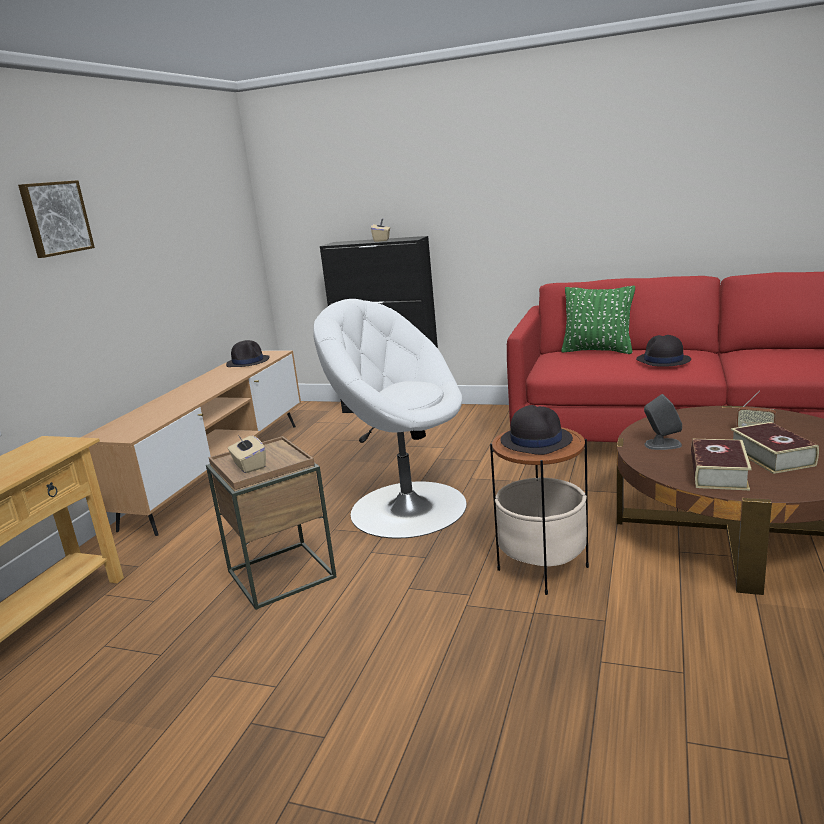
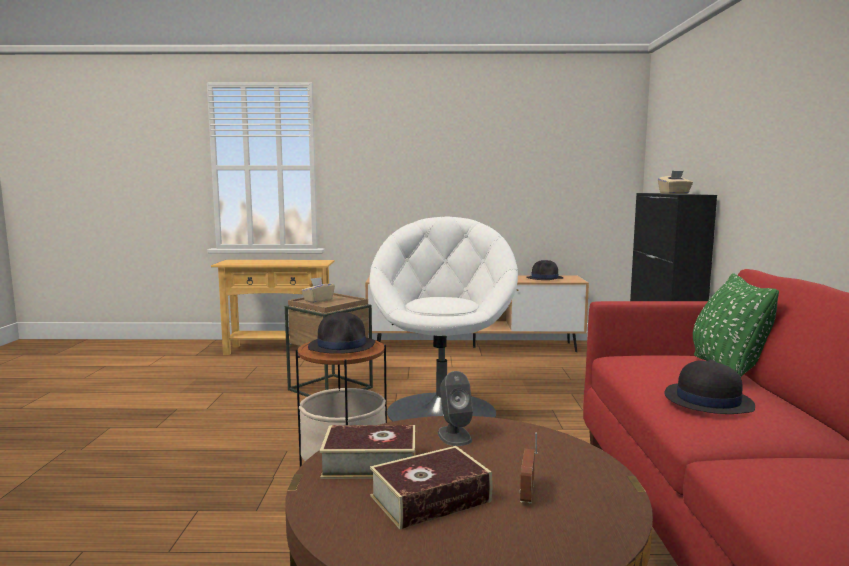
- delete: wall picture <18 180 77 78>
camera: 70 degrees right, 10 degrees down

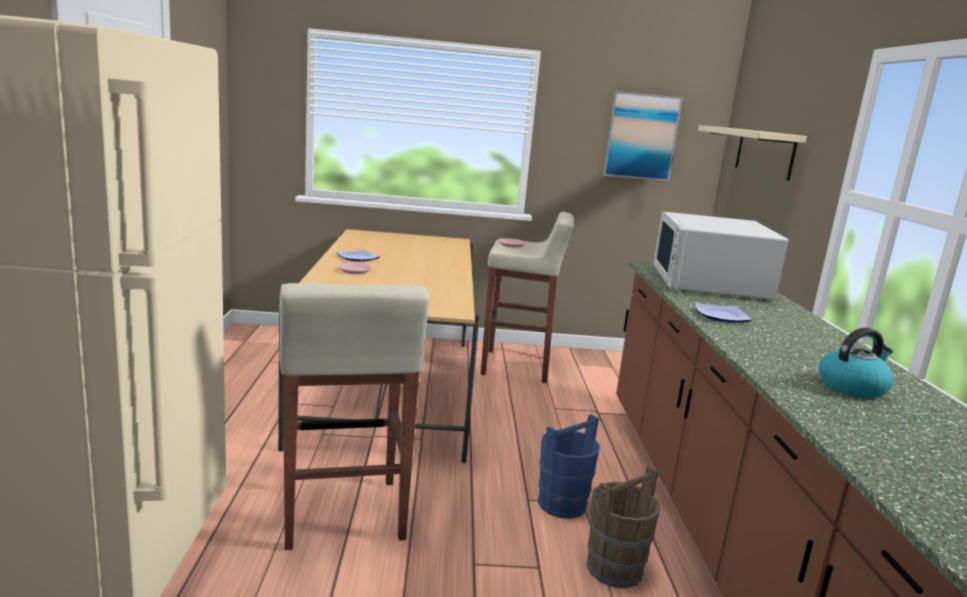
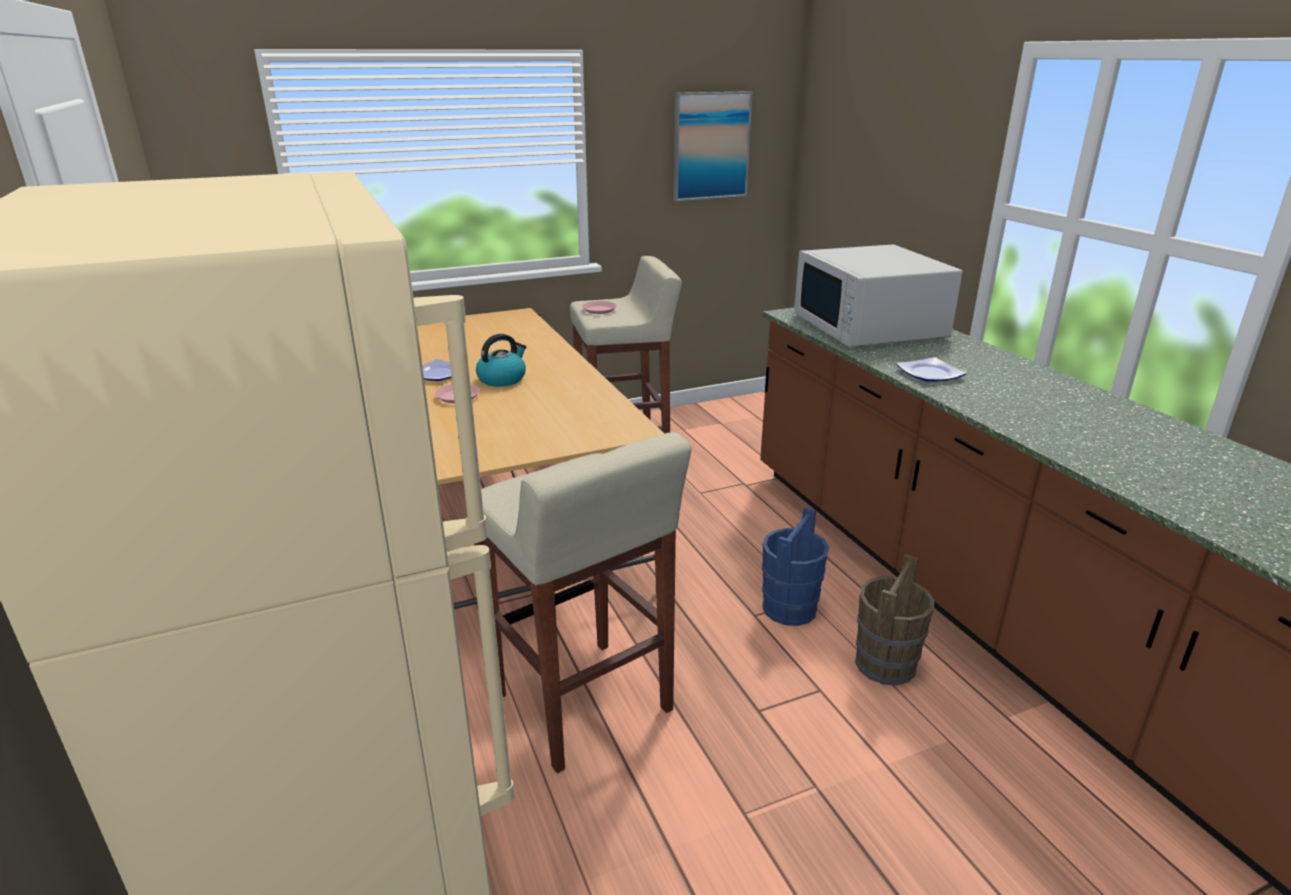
- delete: wall shelf/beige <698 125 109 56>
- move: tea kettle <819 328 74 70> to <476 334 50 53>
camera: 20 degrees left, 10 degrees up

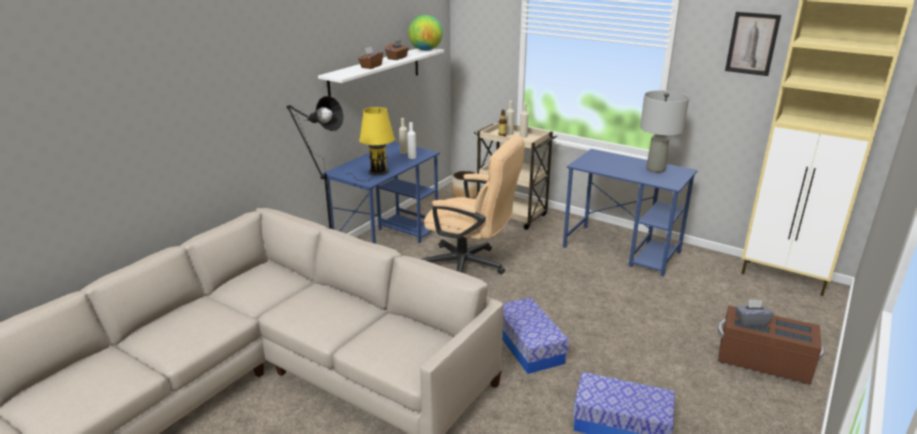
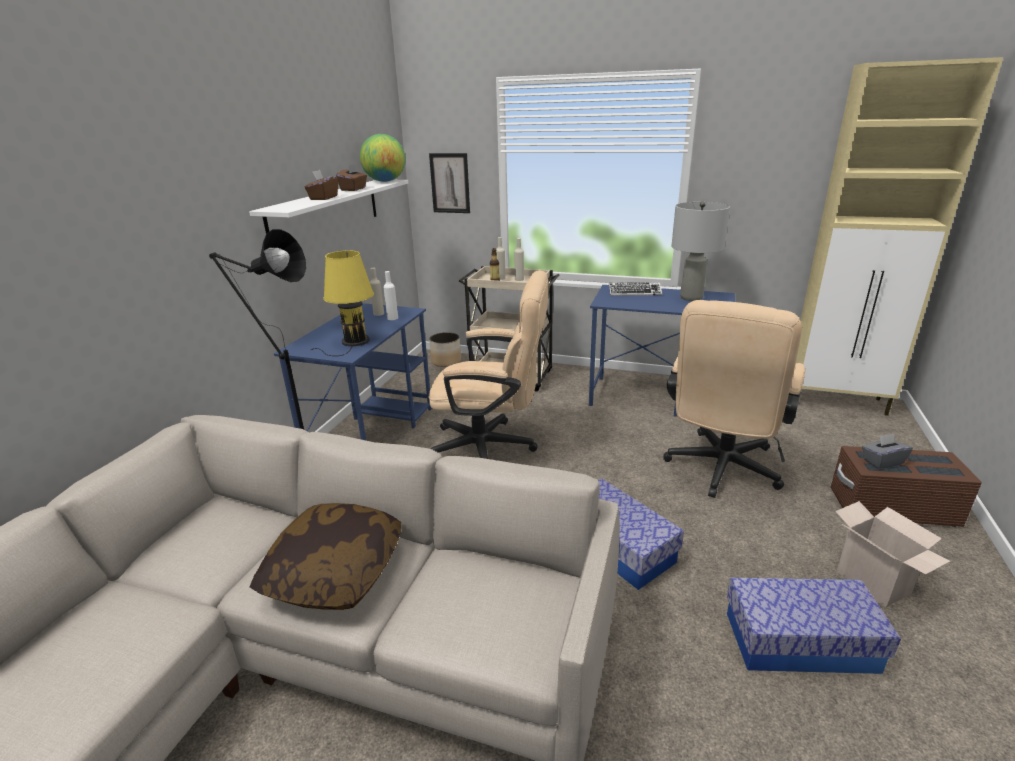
- move: wall picture <725 12 56 64> to <429 153 41 60>
- insert: cushion <250 503 151 107>
- insert: keyboard <609 282 53 14>
- insert: office chair/beige <663 300 142 198>
- insert: carton <835 501 116 106>
camera: 15 degrees left, 0 degrees up

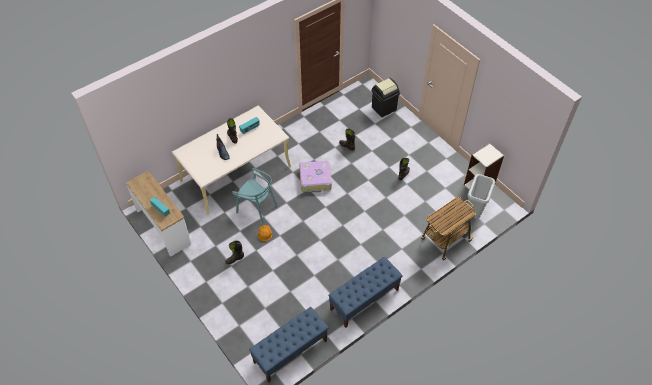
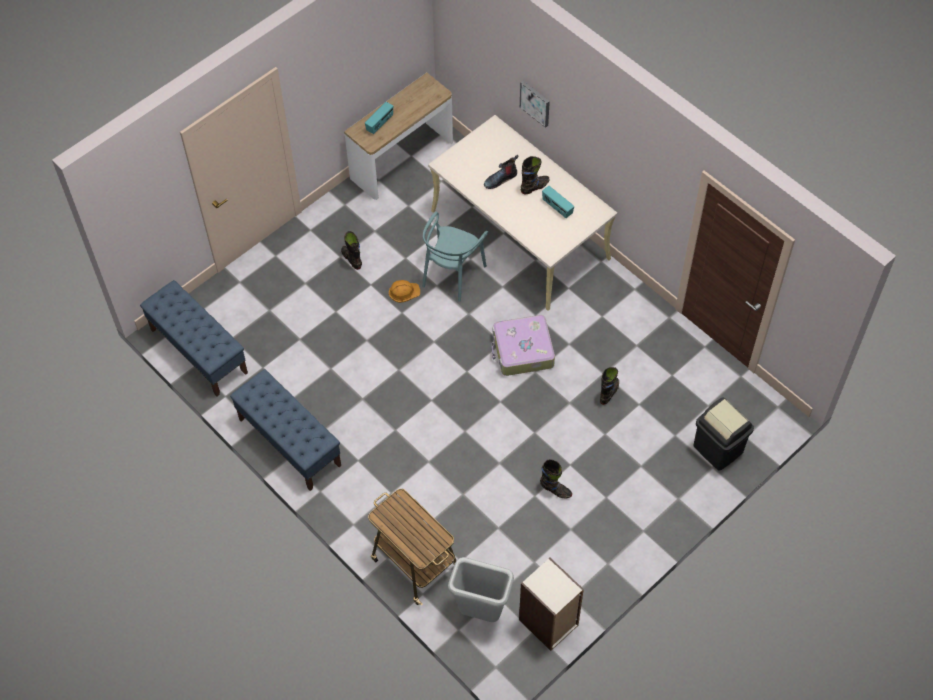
- insert: wall picture <520 81 30 47>
camera: 85 degrees right, 5 degrees up

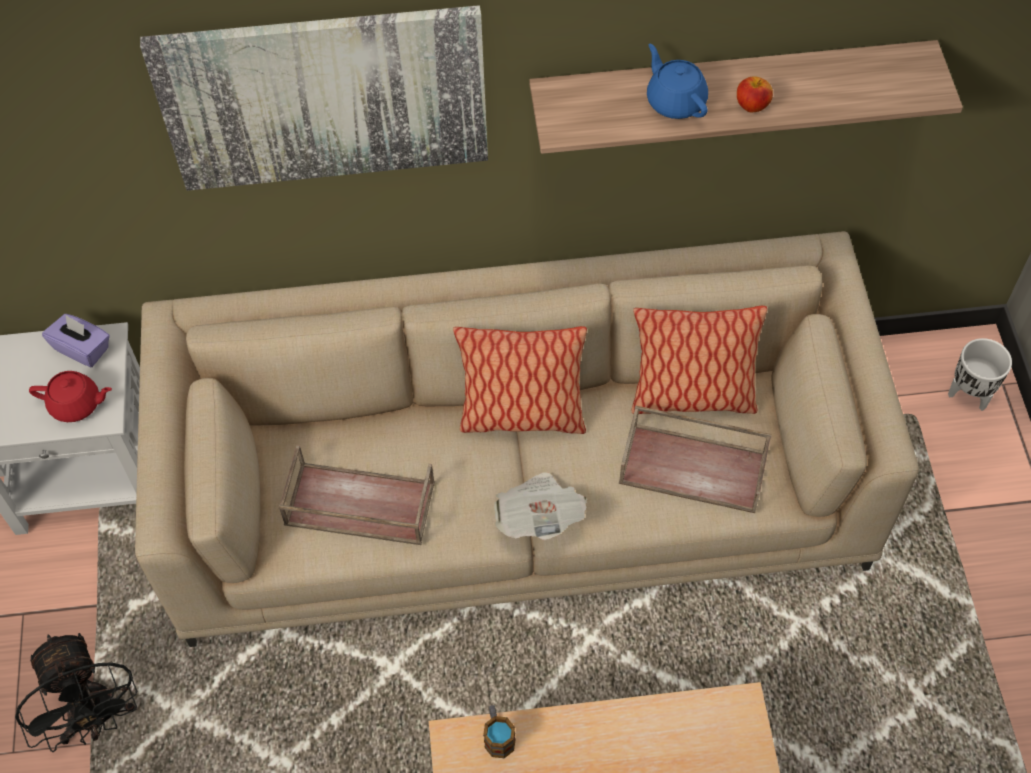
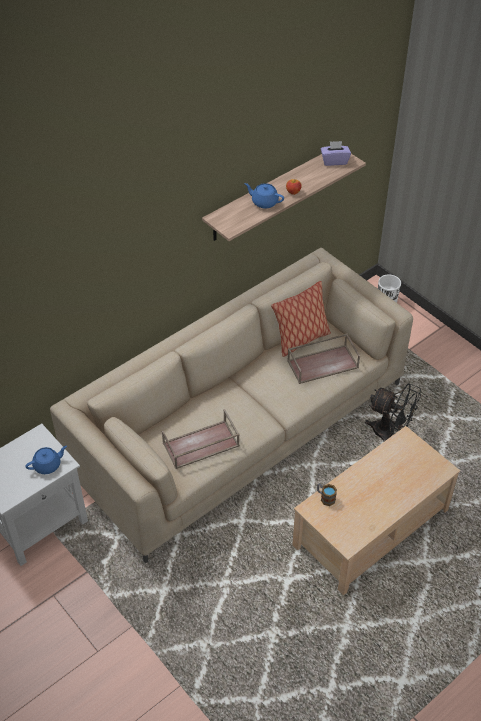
- move: electric fan/black <15 633 122 119> to <365 383 56 58>
- recolor: pot for tea/reddish <29 371 83 51> to pot for tea/bluish <25 445 42 29>
- move: box of tissues/purple-coloured <42 314 68 53> to <321 141 30 25>
- delete: wall picture <140 5 348 186>
- delete: cushion <453 326 134 108>
- delete: newspaper <494 472 93 68>
camera: 35 degrees left, 10 degrees down

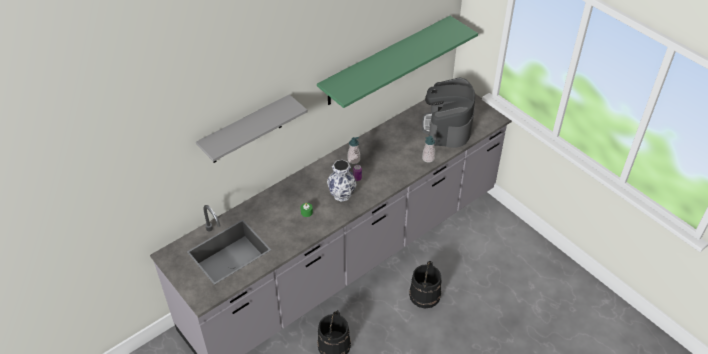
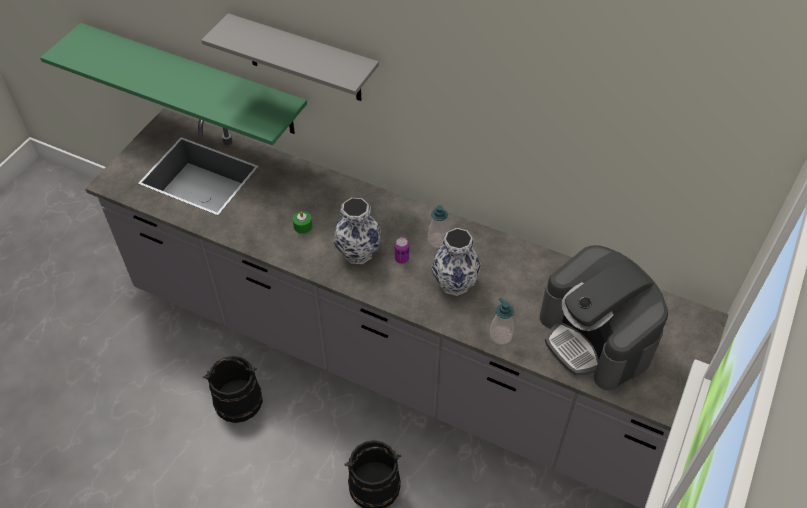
- move: wall shelf/green <317 16 161 92> to <40 23 267 122>
- rotate: coffee brewer <422 77 53 71> = <540 245 128 146> 105 degrees counterclockwise
- insert: decorative vase <431 228 51 68>
camera: 65 degrees right, 5 degrees up

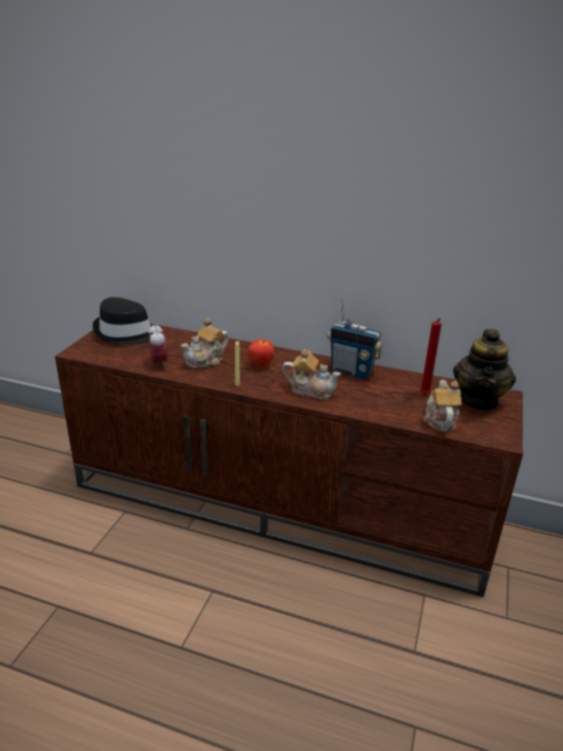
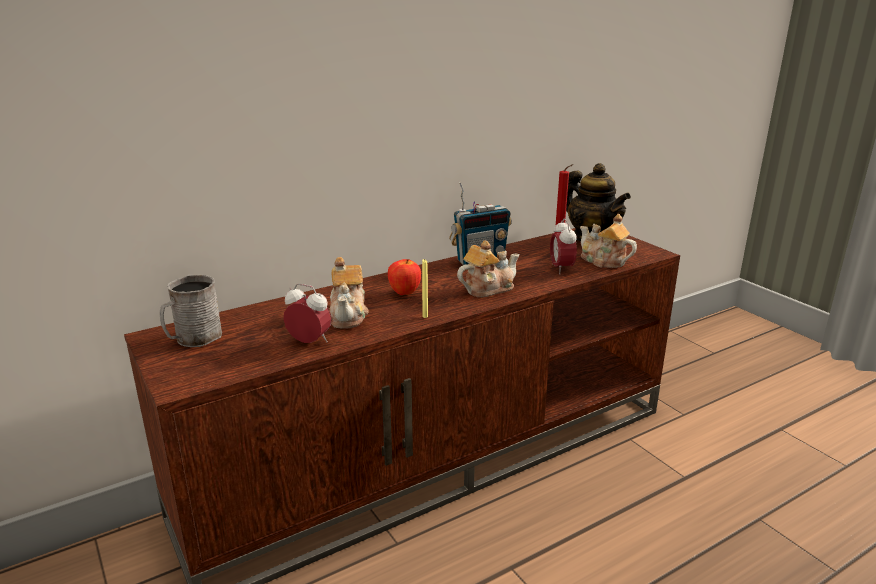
- replace: hat/black <92 297 68 48> to tea mug/grey <160 275 62 72>
- insert: alarm clock <550 218 27 56>
camera: 50 degrees left, 5 degrees down

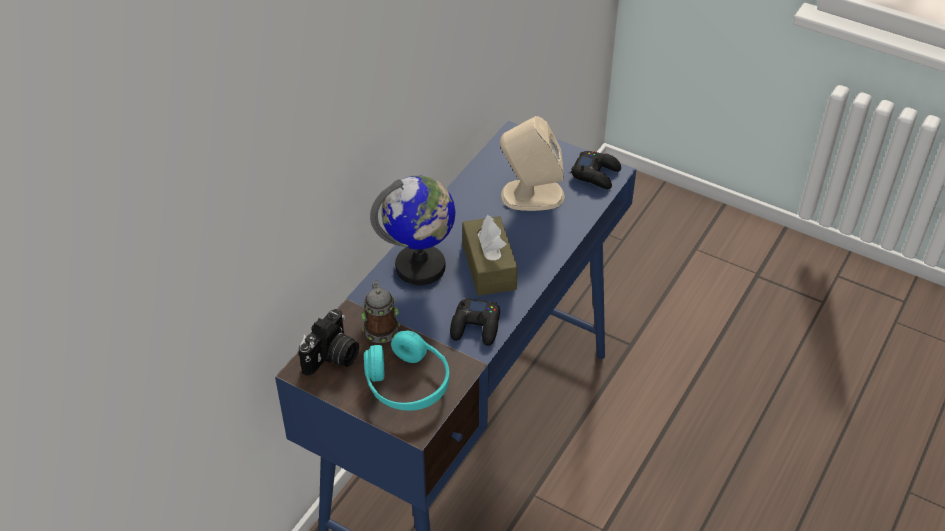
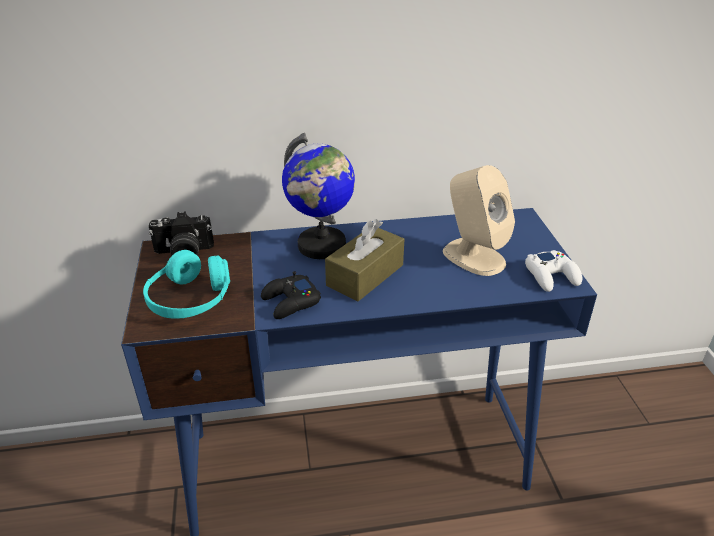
- delete: tea mug <361 281 39 62>
- recolor: joypad/black <571 151 50 38> to joypad/white <525 250 57 42>
camera: 50 degrees right, 10 degrees down

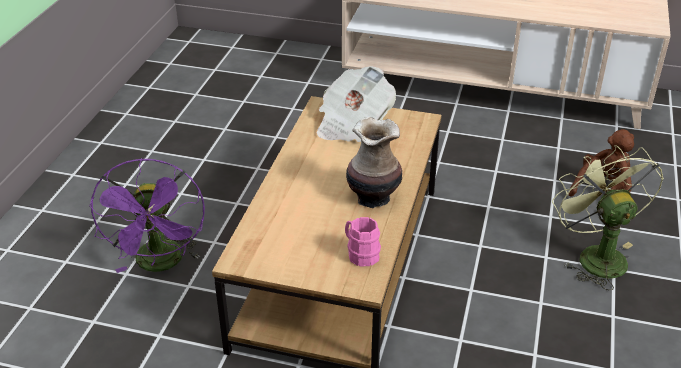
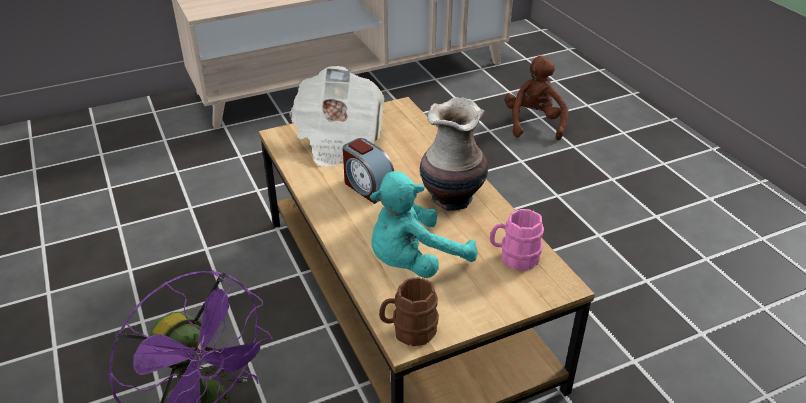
- delete: electric fan/green <552 145 112 145>
- insert: alarm clock <343 138 51 66>
- insert: soft toy/blue-green <370 171 108 107>
- insert: tea mug/brown <379 277 60 69>
camera: 40 degrees left, 0 degrees up

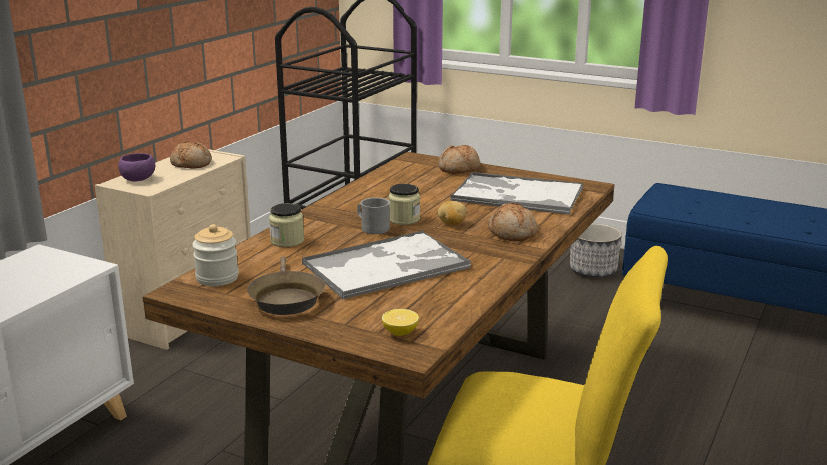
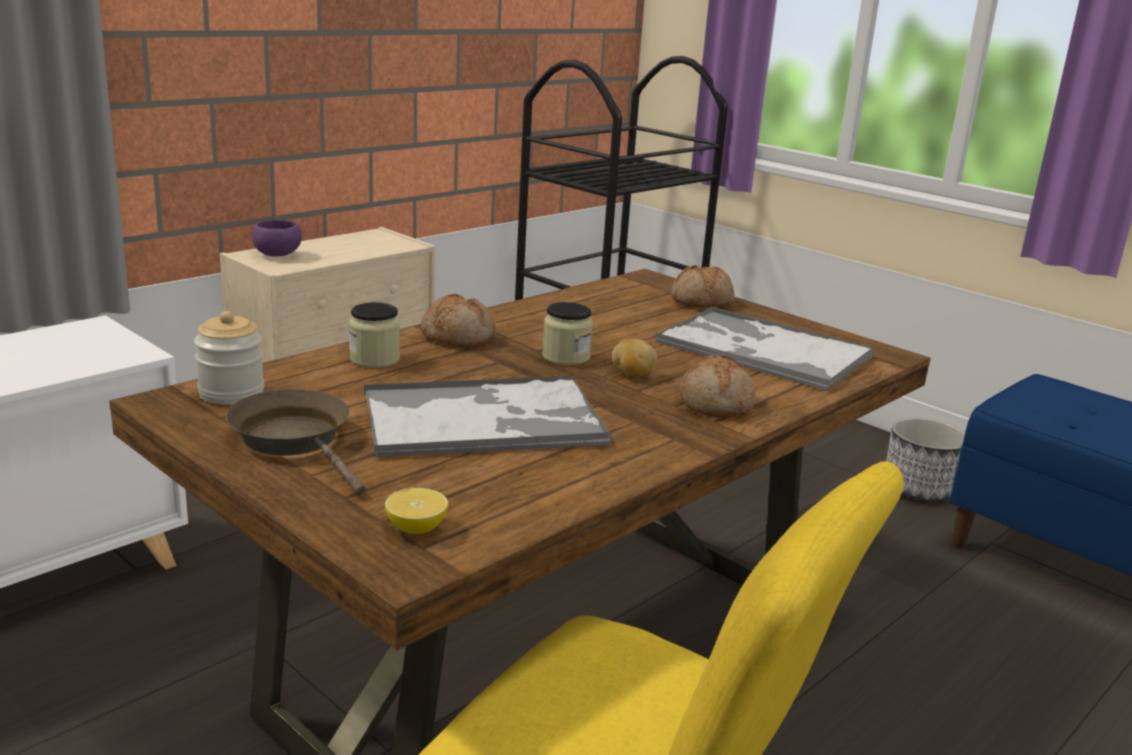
- move: bakery bread <170 141 42 28> to <421 294 74 53>
- rotate: pan/brown <247 257 78 58> = <226 389 140 105> 135 degrees clockwise
- delete: tea mug/grey <357 197 33 37>
camera: 15 degrees right, 0 degrees up

